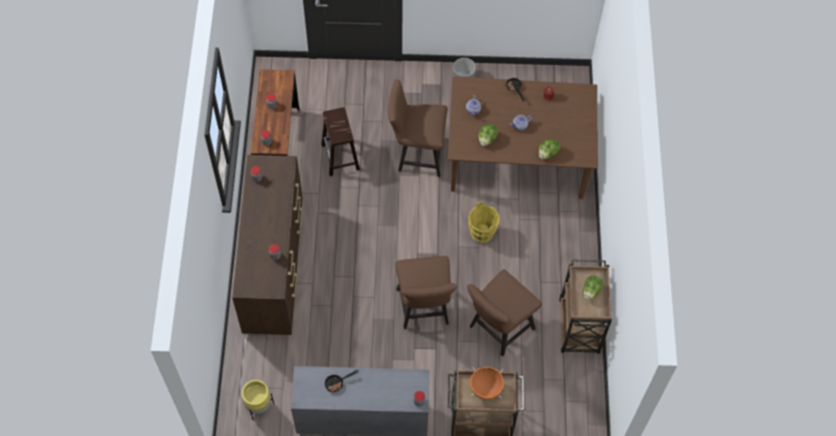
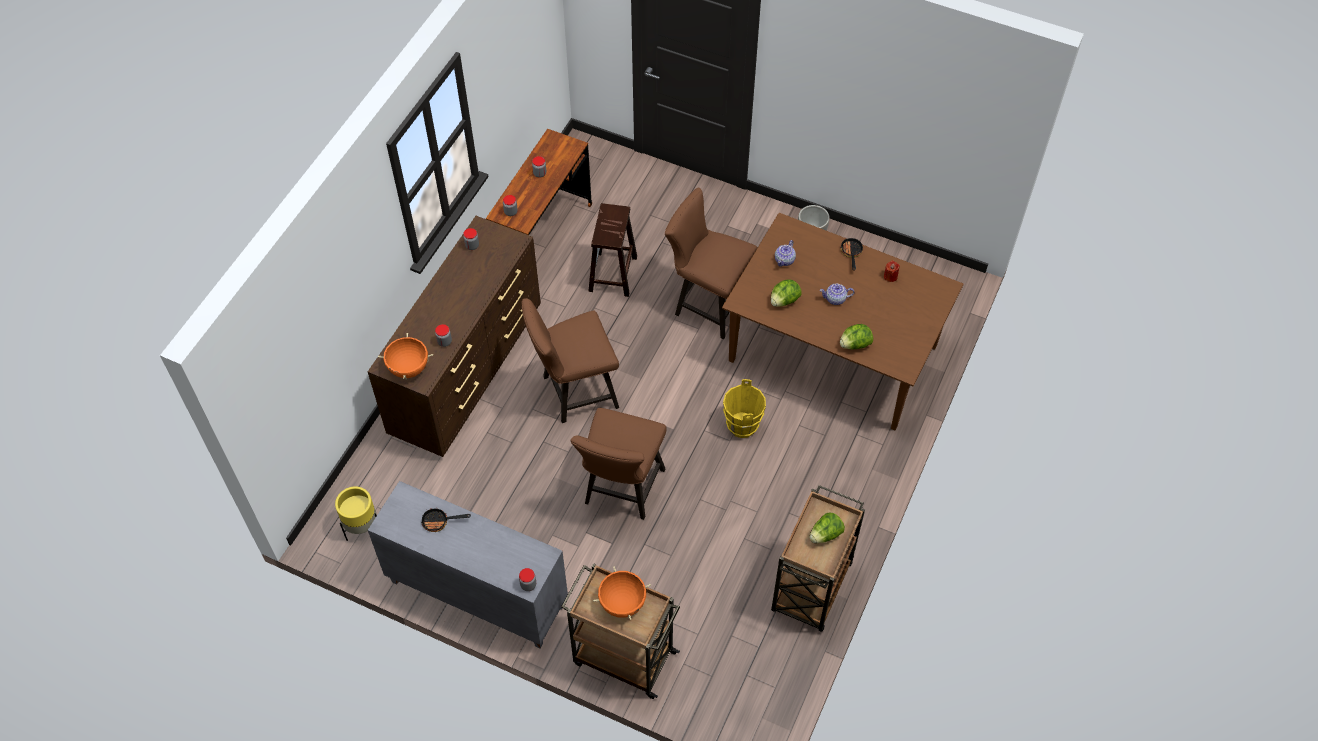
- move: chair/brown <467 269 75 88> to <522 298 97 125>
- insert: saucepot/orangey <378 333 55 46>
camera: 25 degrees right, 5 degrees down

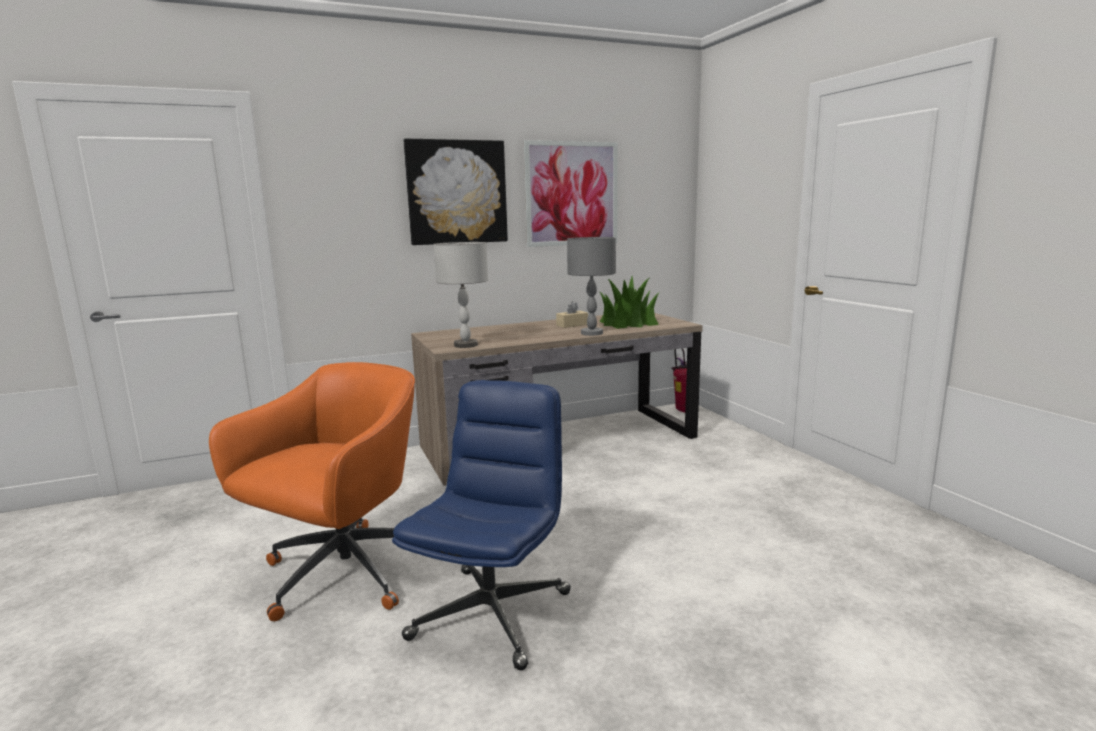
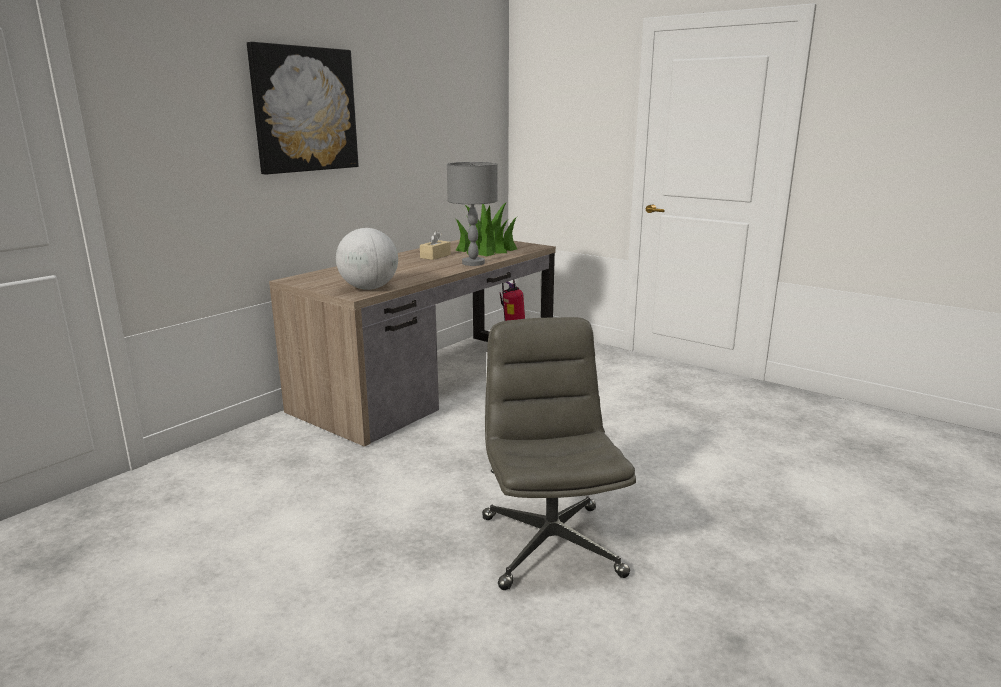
- delete: office chair/orangey <209 362 206 259>
- recolor: office chair/bluish <392 380 179 290> to office chair/grey <482 317 154 273>
- replace: tabletop lamp/grey <434 242 54 106> to desk globe <336 228 62 62>
- delete: wall picture <524 140 94 107>
camera: 30 degrees left, 5 degrees up

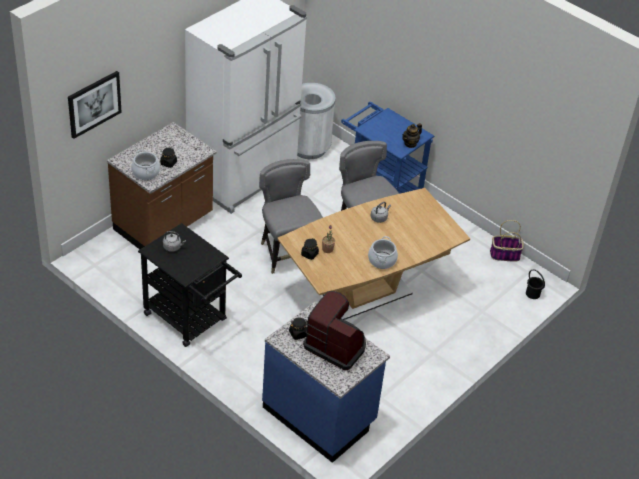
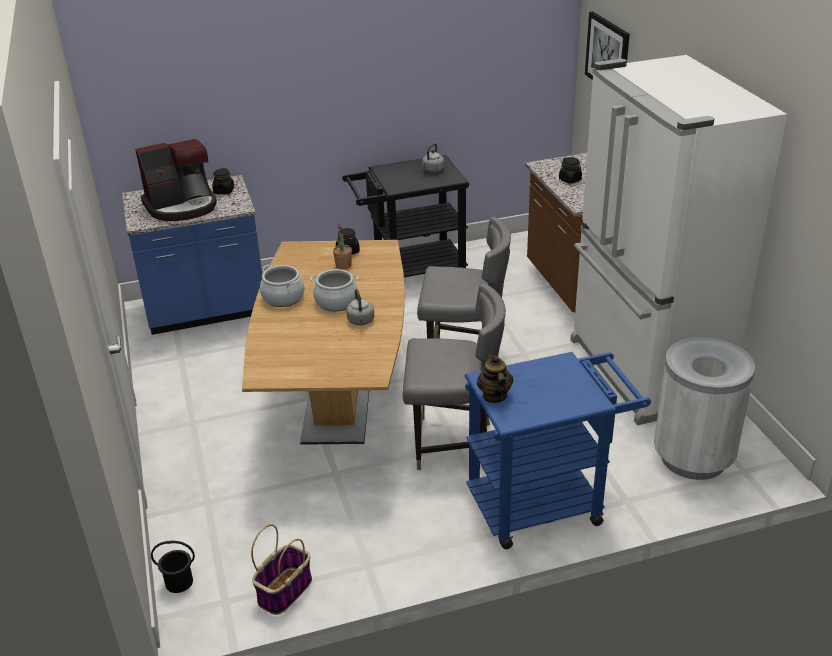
- move: saucepot <131 149 29 31> to <310 269 49 43>
camera: 125 degrees right, 10 degrees down

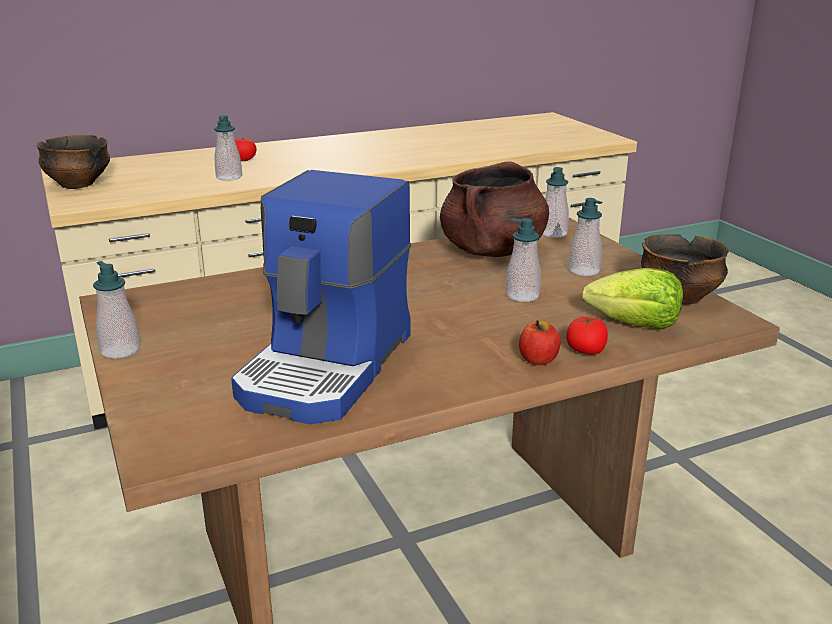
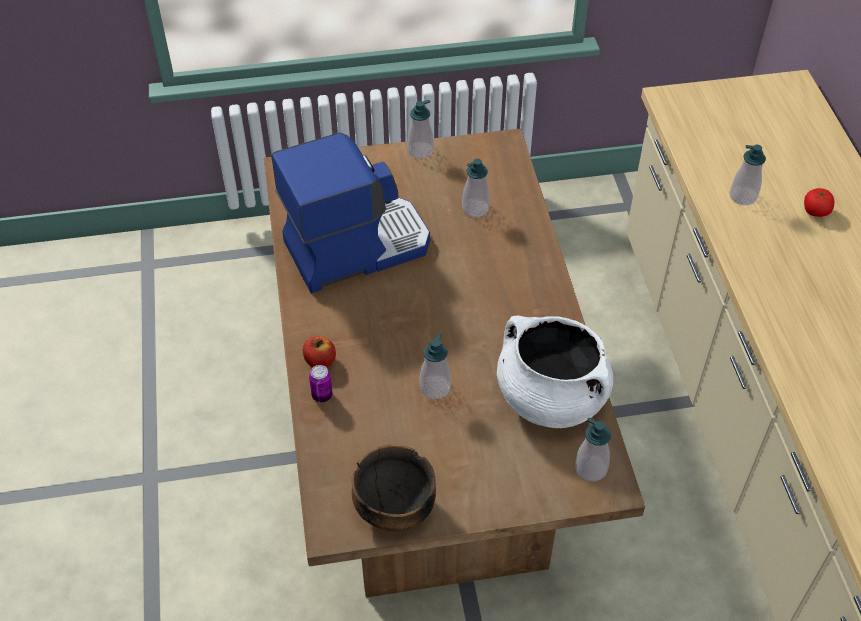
- delete: serving bowl <37 135 73 54>
- rotate: coffee brewer <231 170 180 254> = <272 132 158 161> 120 degrees clockwise
- recolor: saucepot/brown <440 161 109 96> to saucepot/white <497 315 116 113>
- replace: tomato <566 316 42 38> to can <309 365 23 37>
- move: liquid soap bottle <568 198 34 78> to <462 159 28 58>
- delete: lettuce <582 268 101 61>
camera: 105 degrees right, 25 degrees up

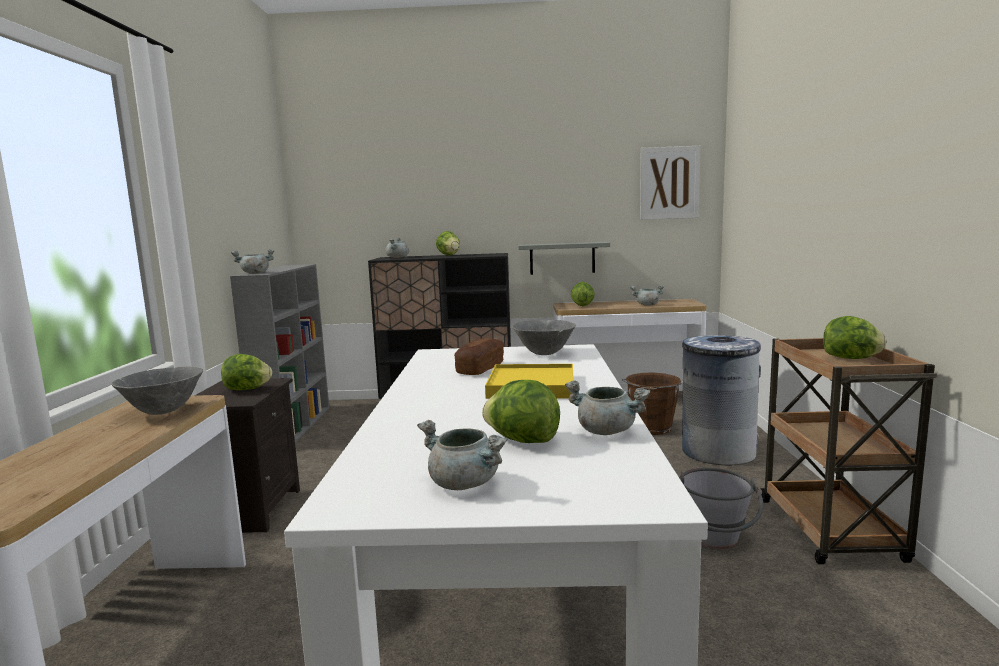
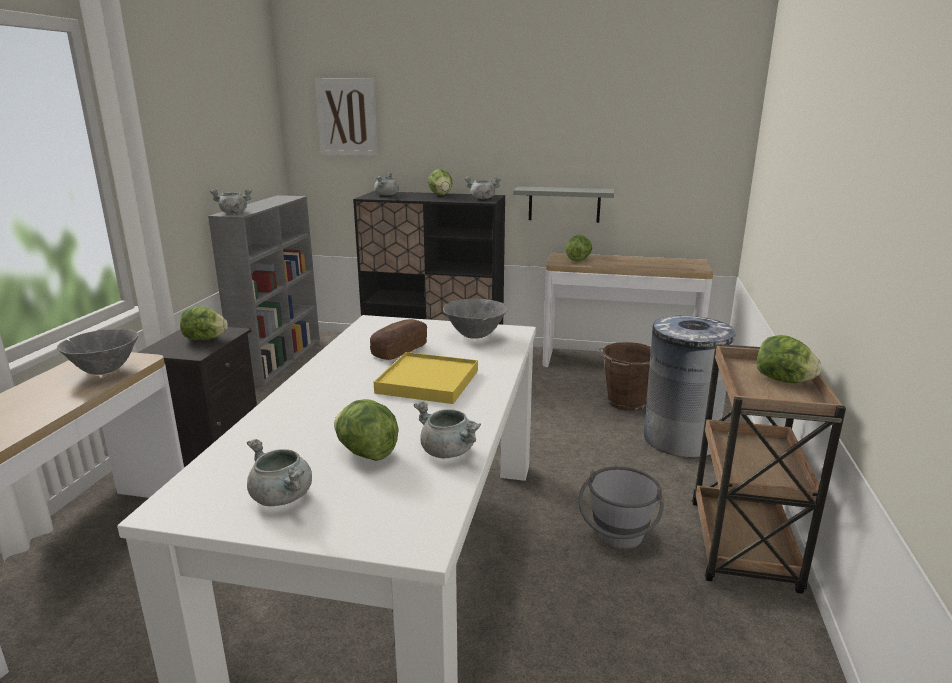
- move: saucepot/grey <630 285 35 21> to <465 177 36 22>
- move: wall picture <640 146 60 74> to <315 78 63 78>
camera: 10 degrees right, 10 degrees up

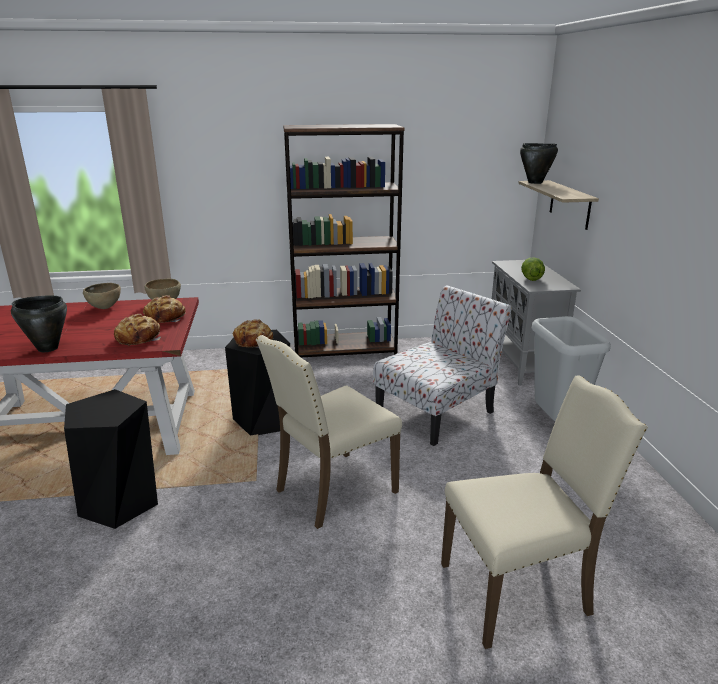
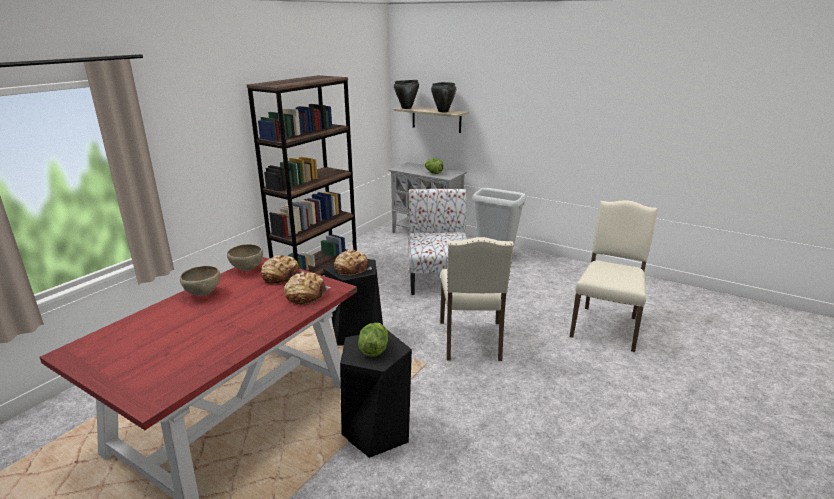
- move: saucepot/black <11 296 56 56> to <431 82 25 30>
- insert: lettuce <358 323 31 34>
camera: 50 degrees left, 0 degrees up

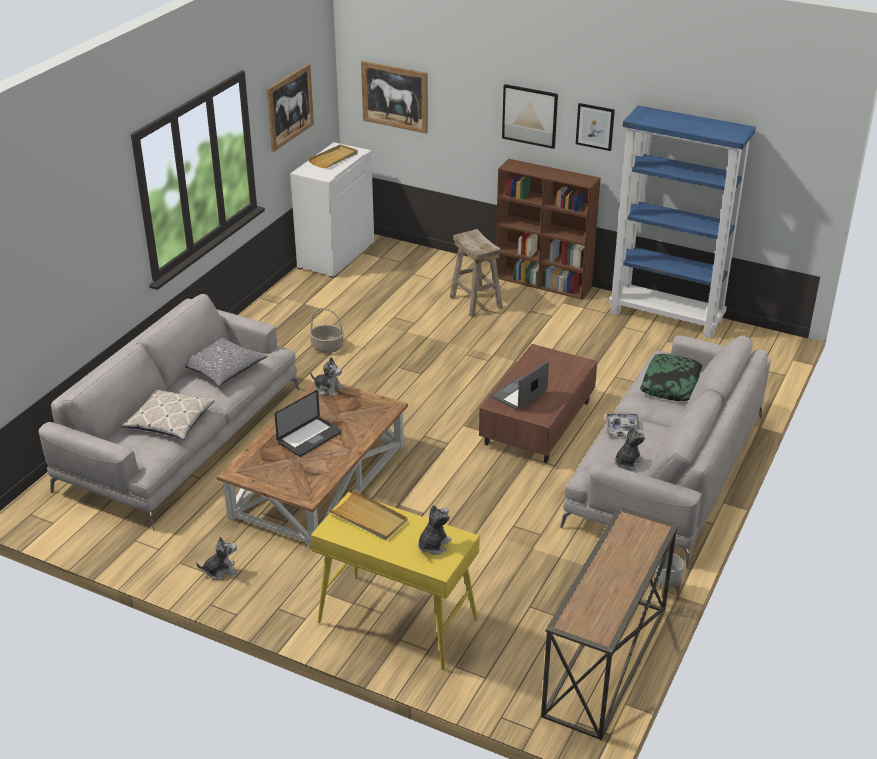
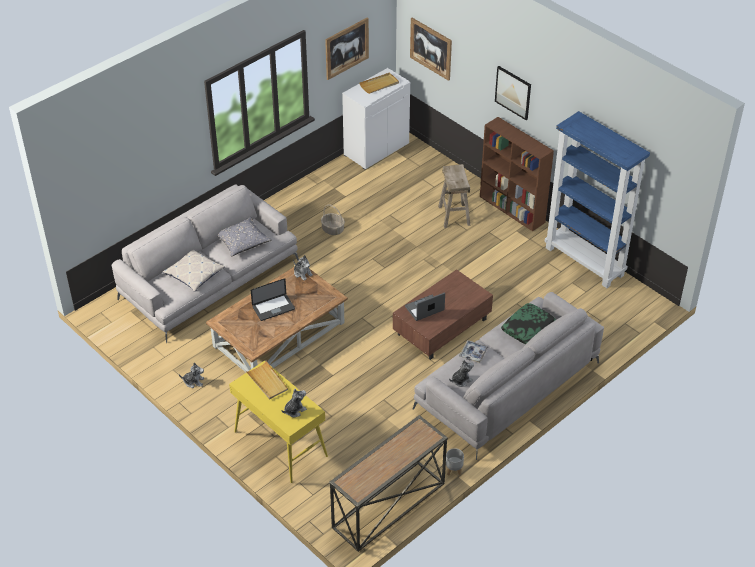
- delete: wall picture <576 103 39 48>
camera: 20 degrees right, 10 degrees up

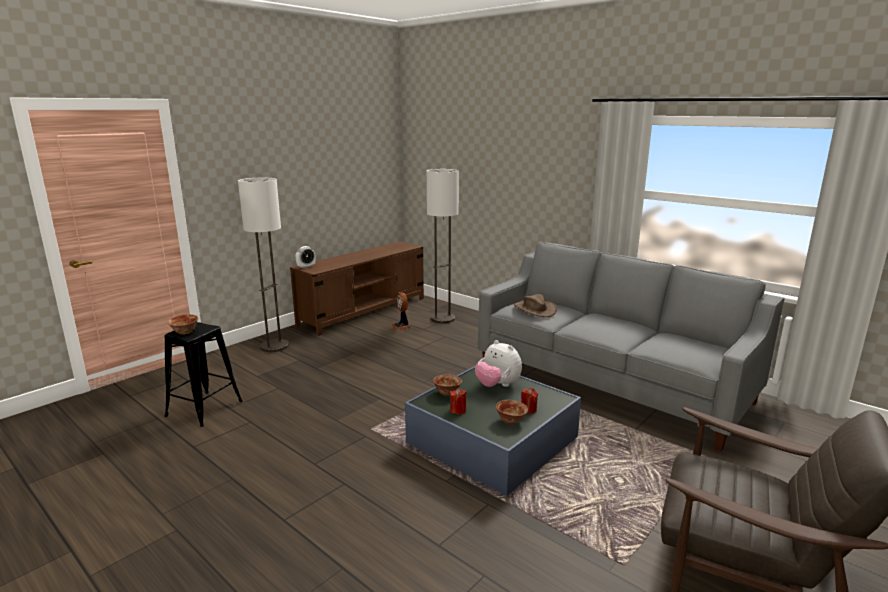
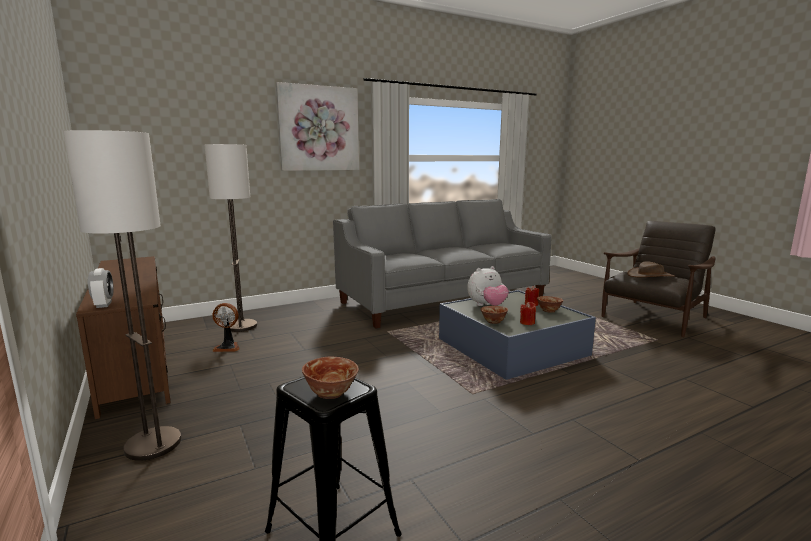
- move: hat/brown <514 294 43 23> to <627 261 48 16>
- insert: wall picture <276 82 83 89>
camera: 70 degrees left, 5 degrees down

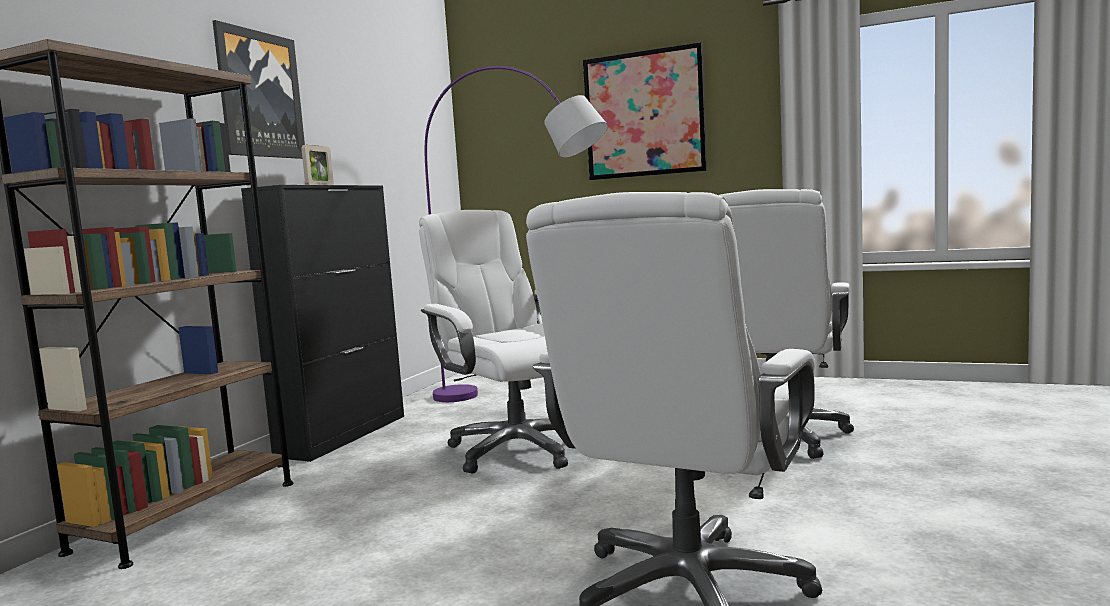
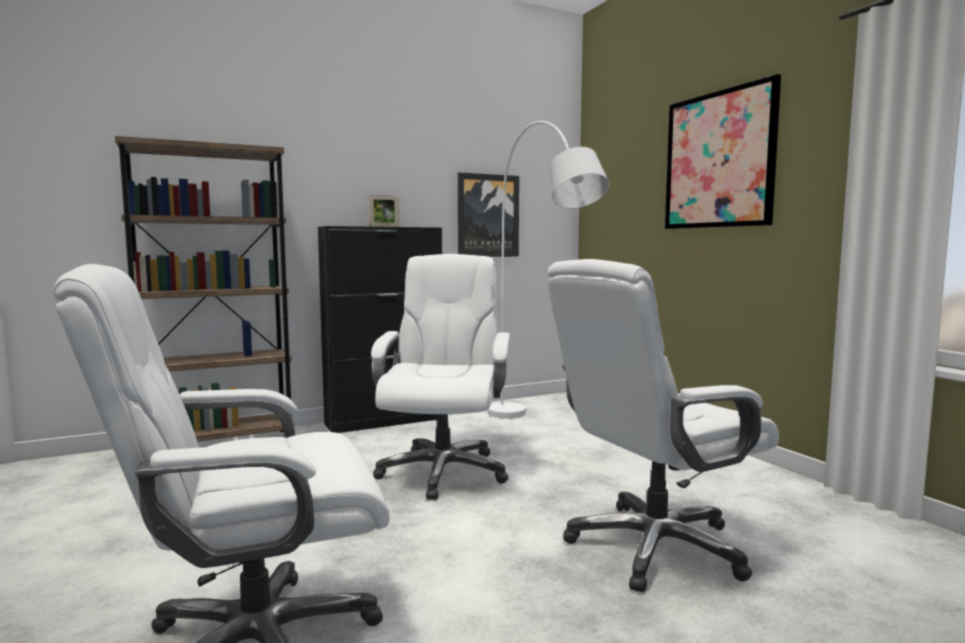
- move: wall picture <213 20 92 139> to <458 172 61 85>
- recolor: standard lamp/purple-coloured <425 66 183 336> to standard lamp/white <487 121 122 297>
camera: 40 degrees right, 0 degrees up

